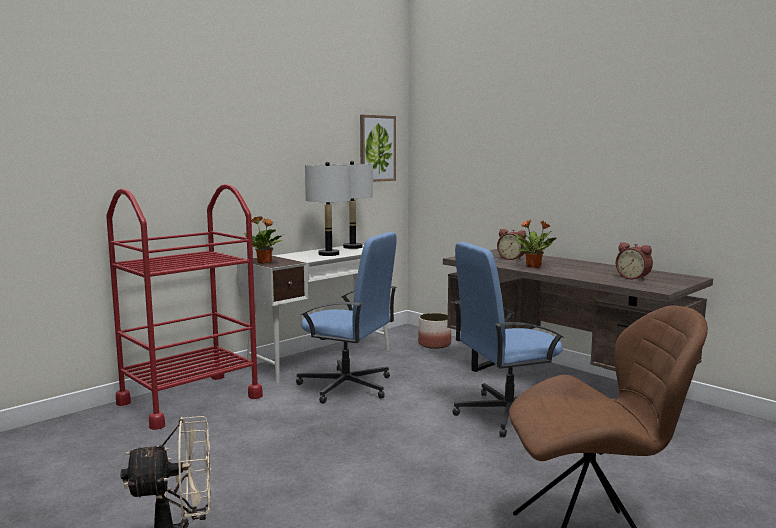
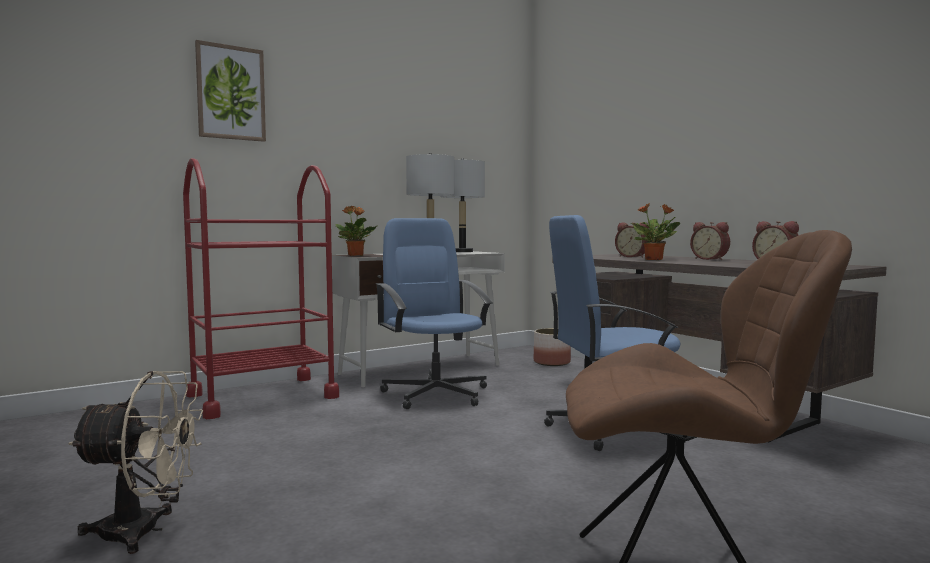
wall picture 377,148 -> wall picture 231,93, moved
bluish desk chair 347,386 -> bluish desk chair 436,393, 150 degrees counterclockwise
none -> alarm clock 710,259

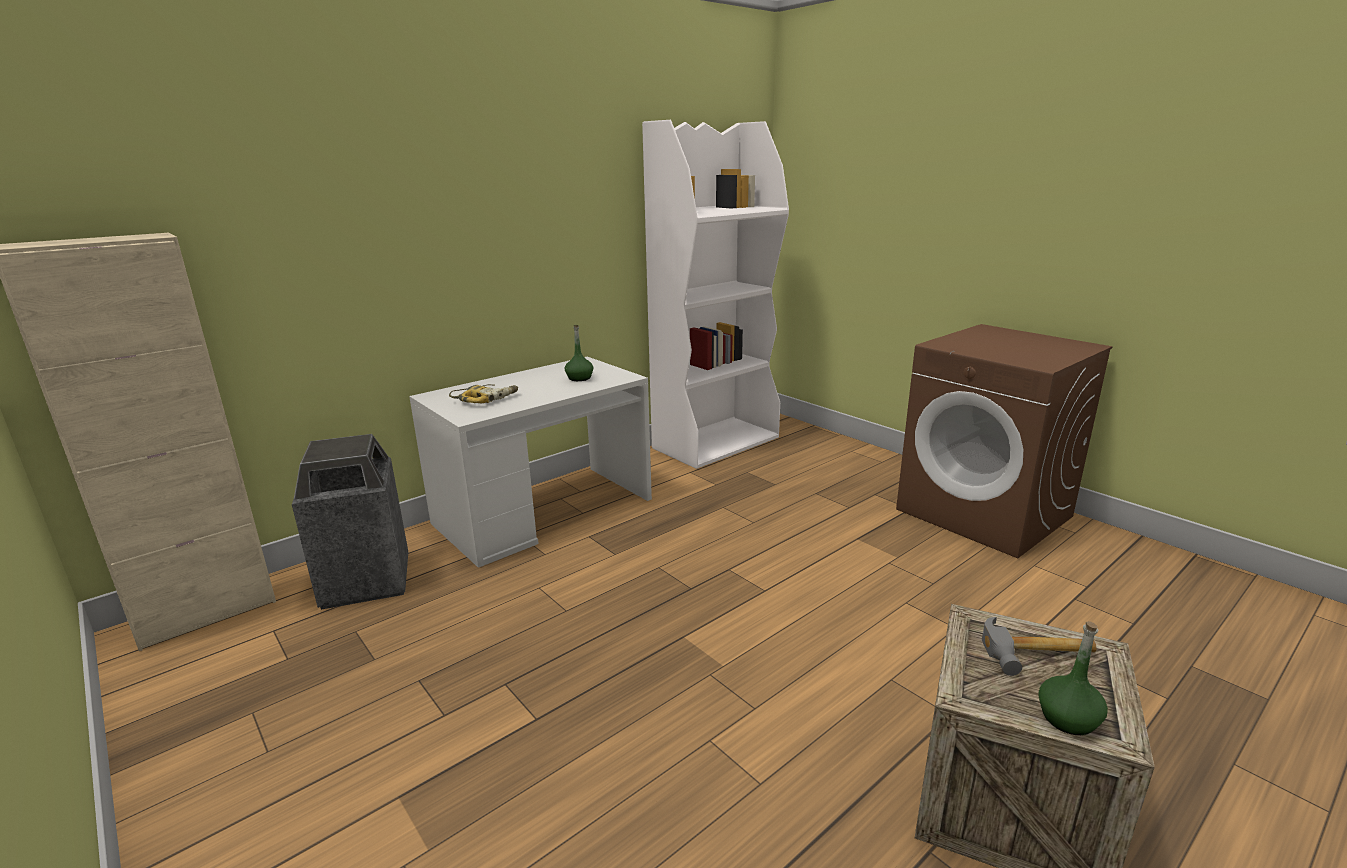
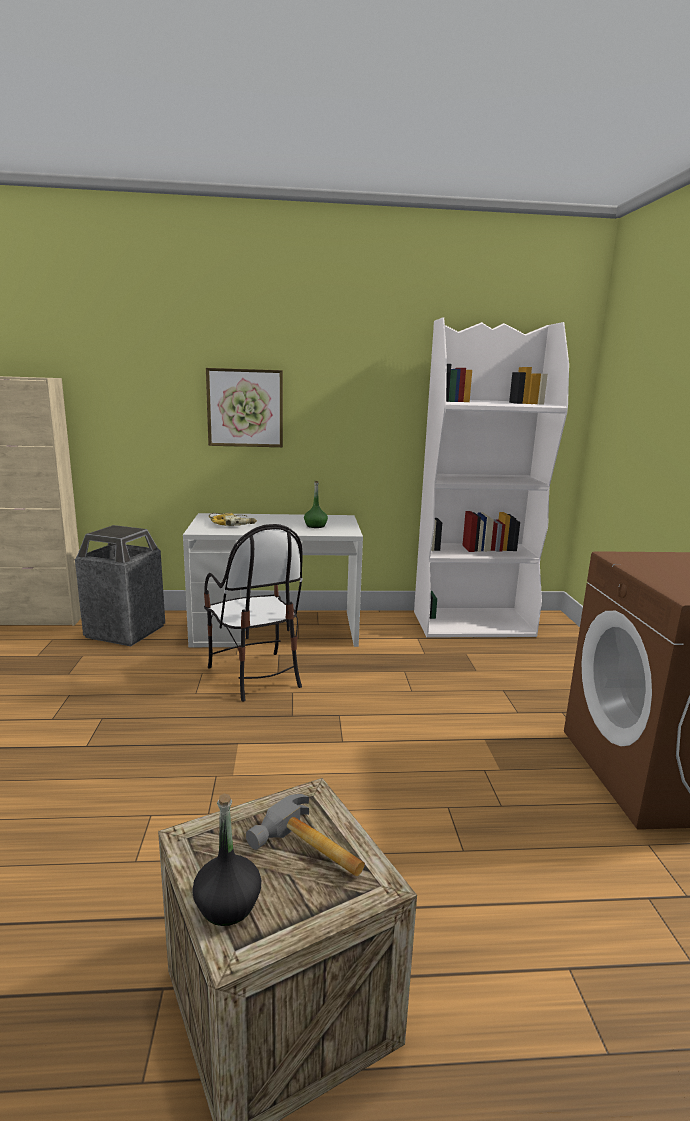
green-coloured beverage bottle 1068,718 -> black beverage bottle 228,905
none -> chair 255,675
none -> wall picture 245,408

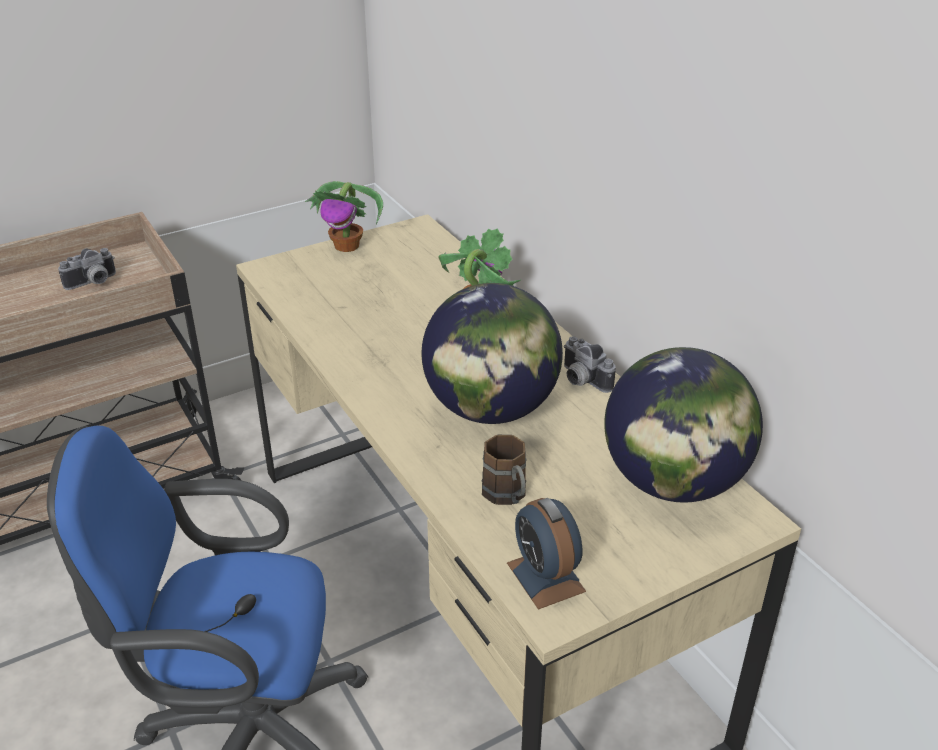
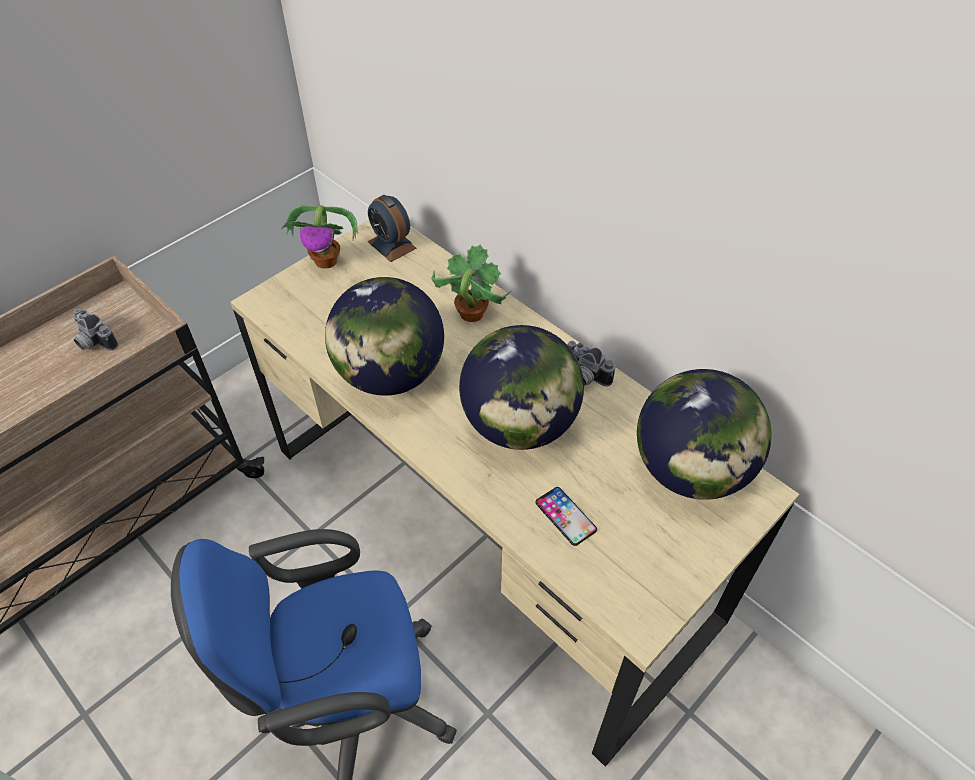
still camera 93,283 -> still camera 93,342, 90 degrees clockwise
none -> desk globe 389,375
alarm clock 545,577 -> alarm clock 391,245, moved
brown-coloured coffee mug 508,497 -> handset 565,516

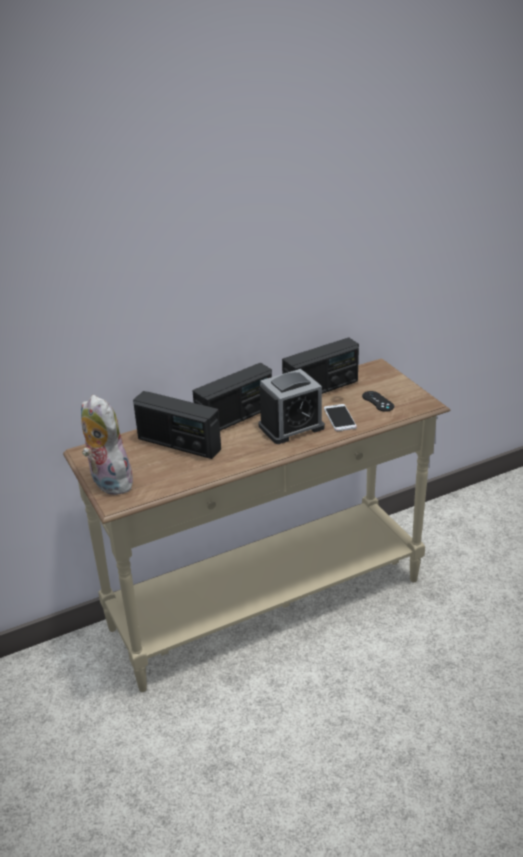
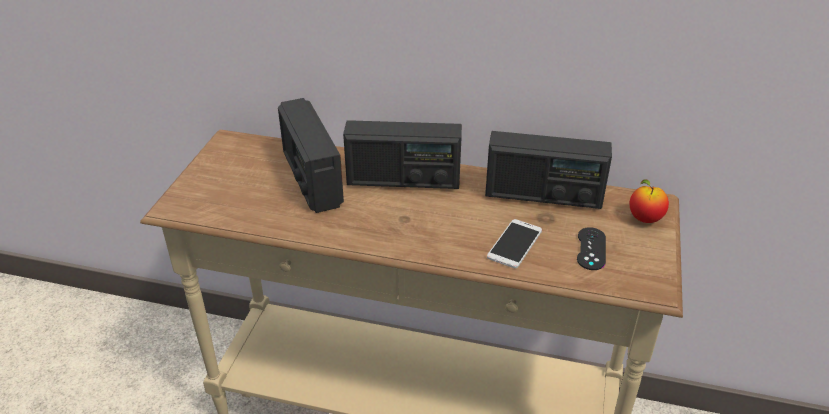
none -> apple fruit 645,219
soft toy 108,482 -> none
alarm clock 291,427 -> none

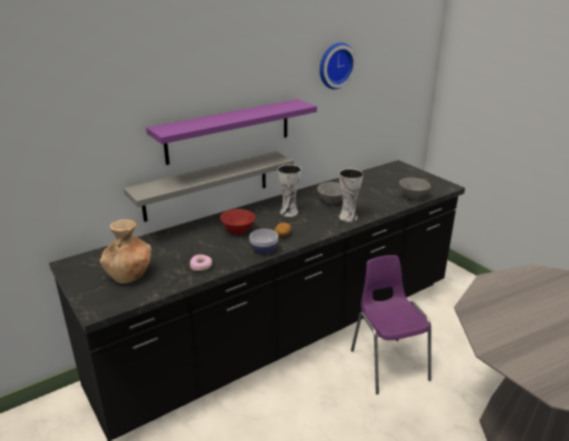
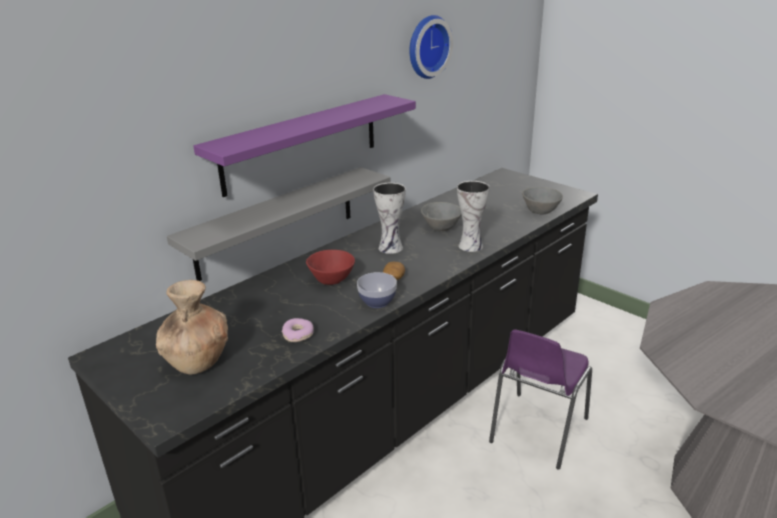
purplish chair 388,363 -> purplish chair 536,431, 120 degrees counterclockwise

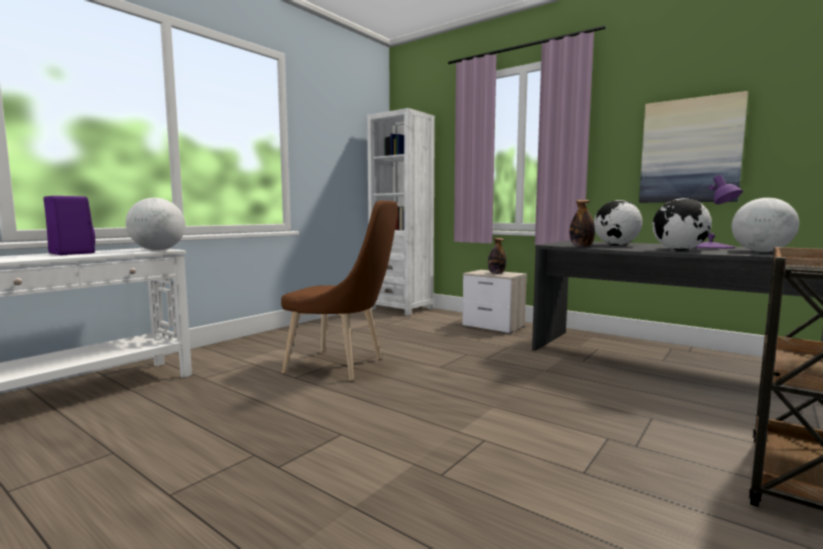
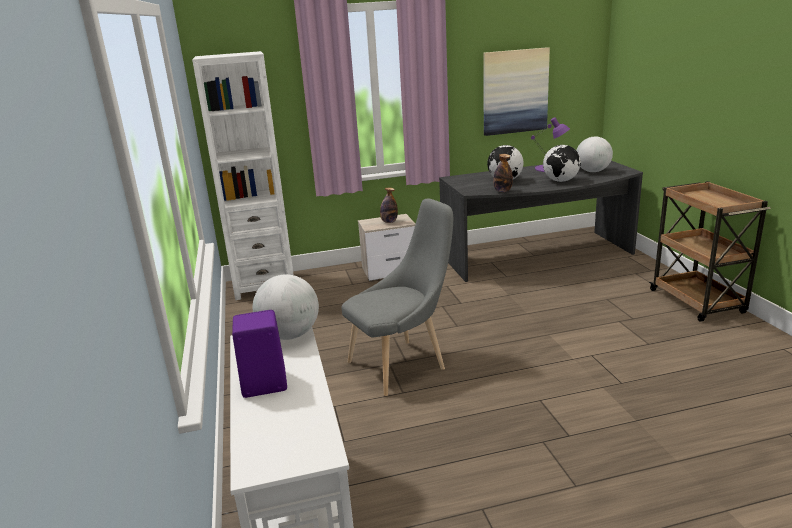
brown-coloured chair 341,366 -> grey chair 402,364

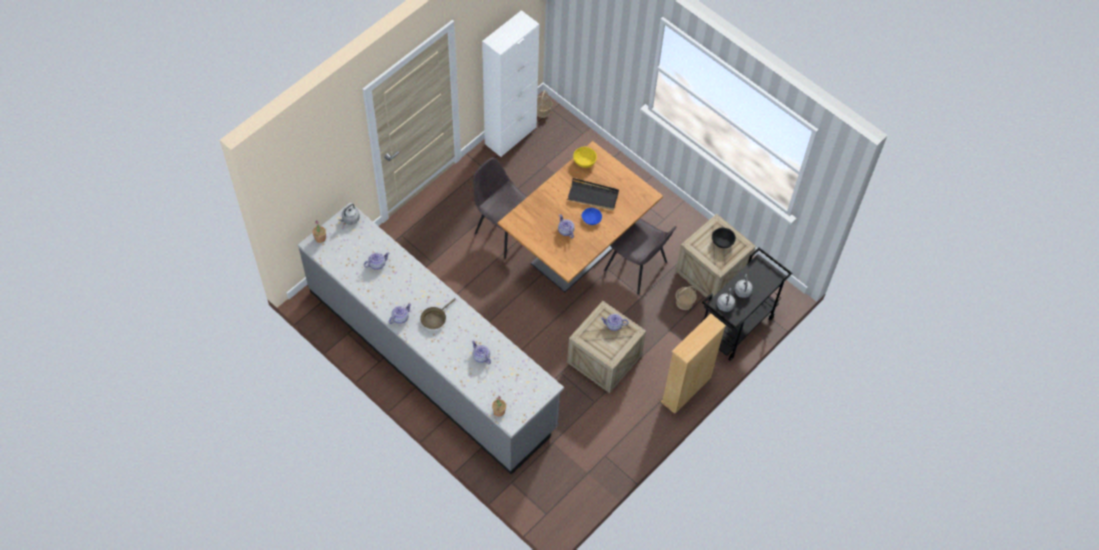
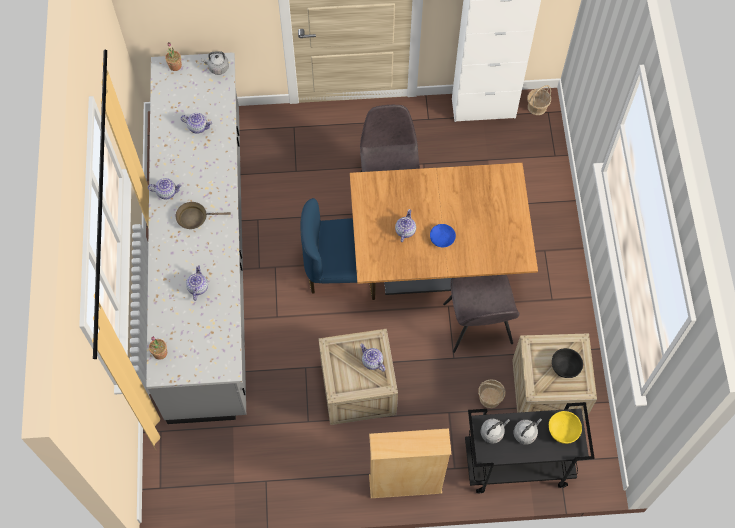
none -> bluish chair 341,272
yellow bowl 584,162 -> yellow bowl 562,431, moved
black carrying tray 593,196 -> none

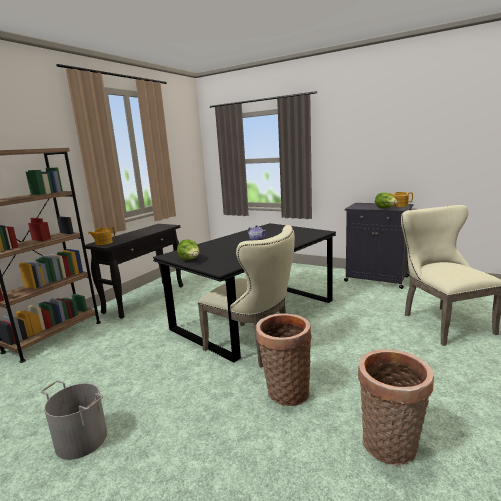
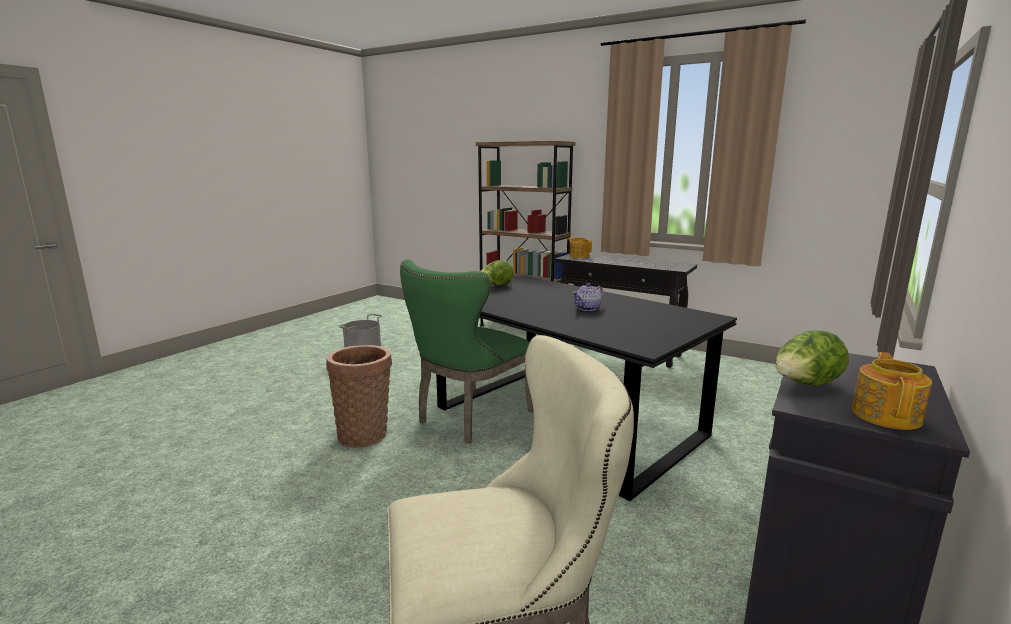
beige-coloured chair 253,346 -> green-coloured chair 469,418
basket 390,447 -> none

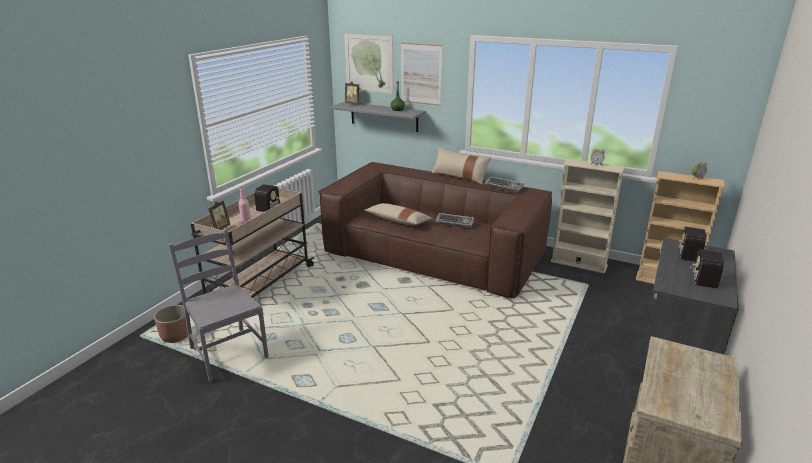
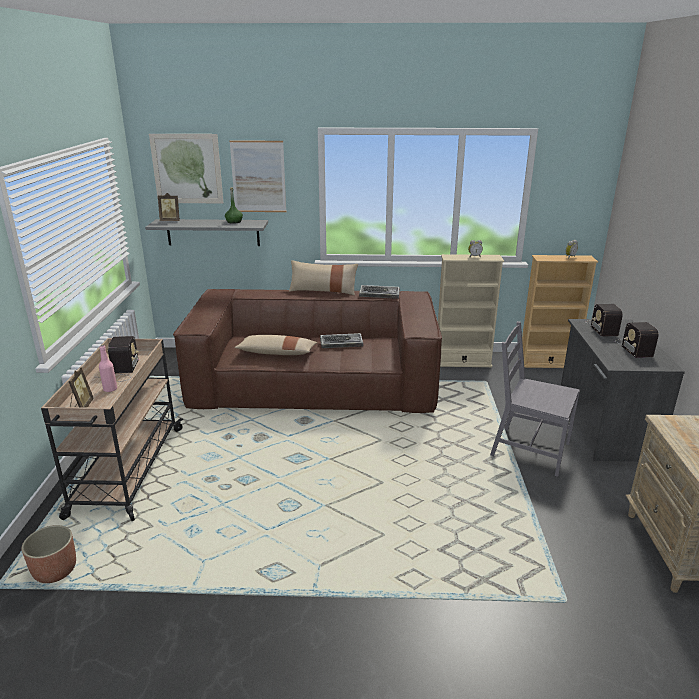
grey chair 227,353 -> grey chair 529,450, moved

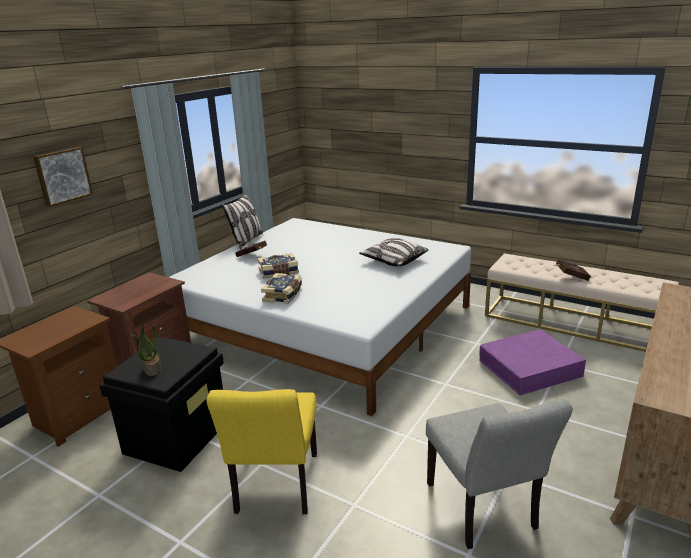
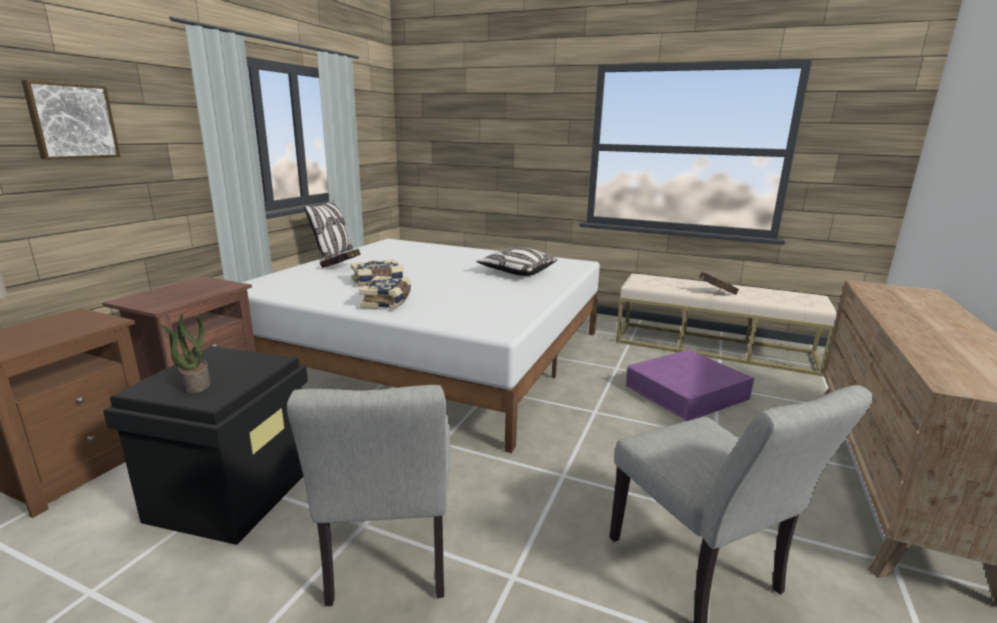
yellow chair 275,488 -> grey chair 389,560

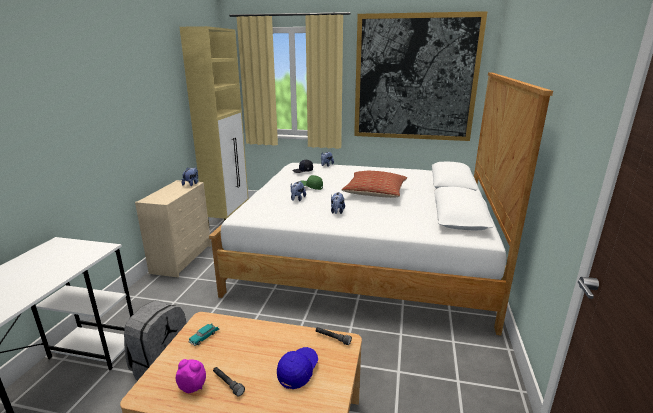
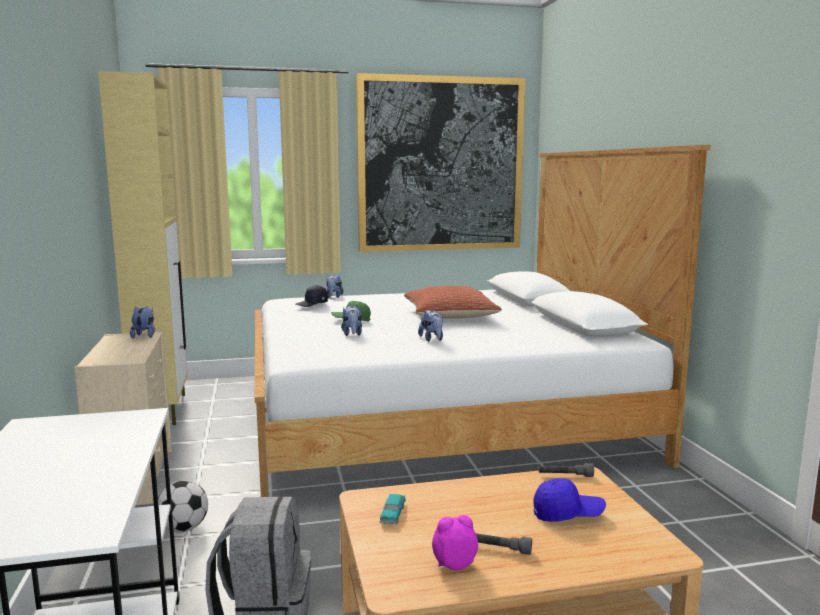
none -> football 183,528
bluish peaked cap 298,371 -> bluish peaked cap 567,514, 90 degrees clockwise

